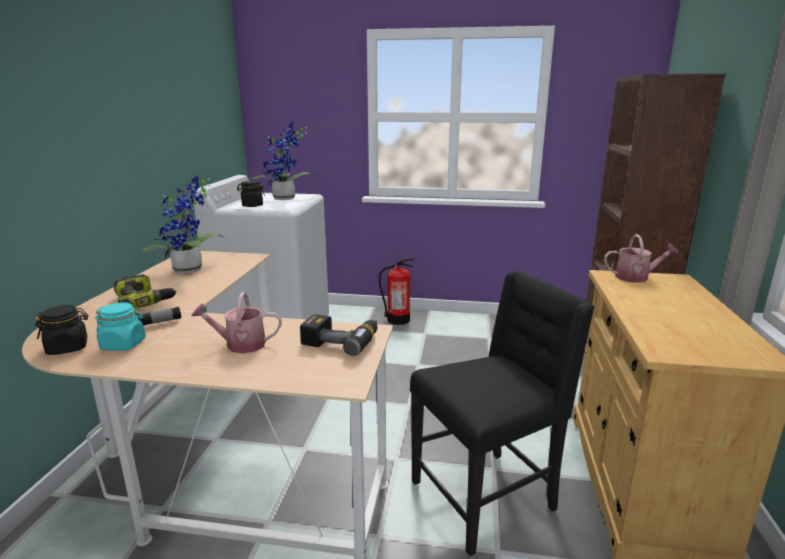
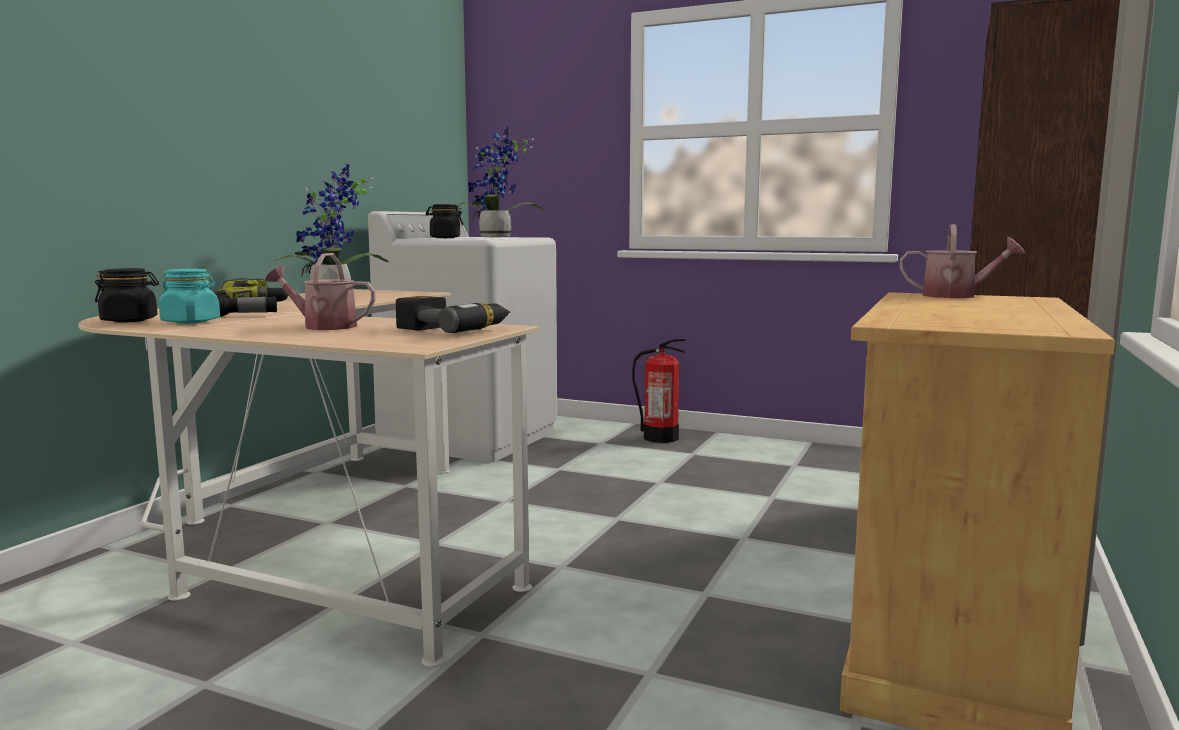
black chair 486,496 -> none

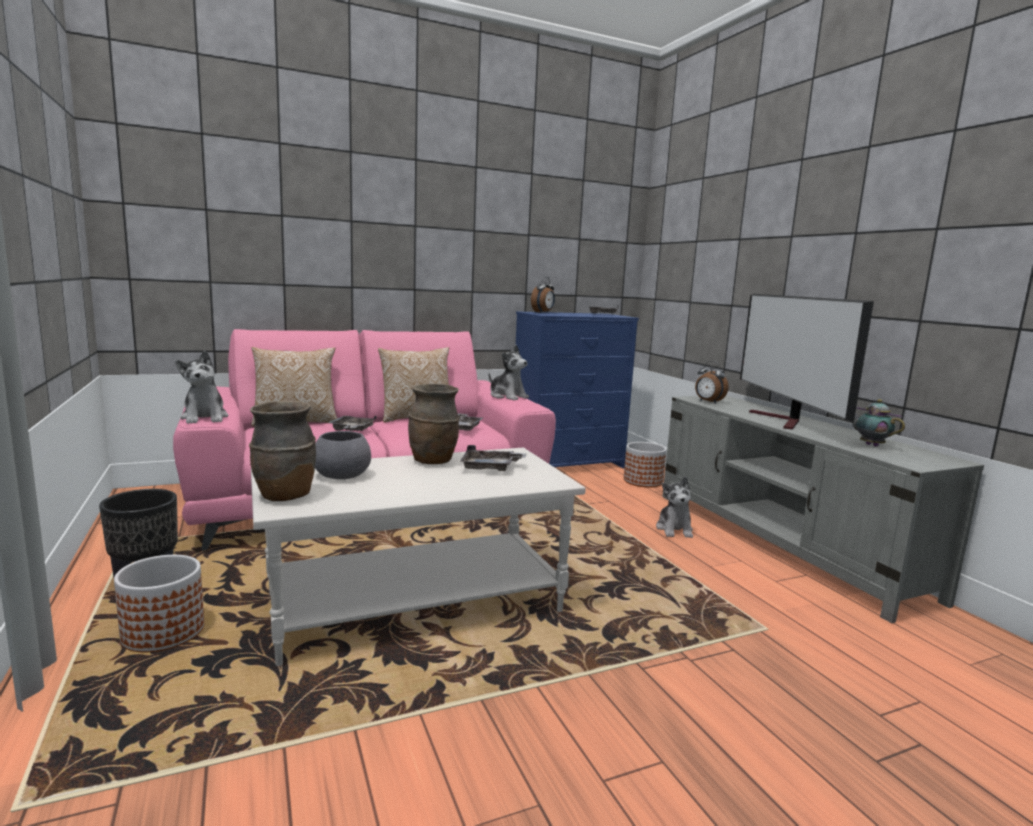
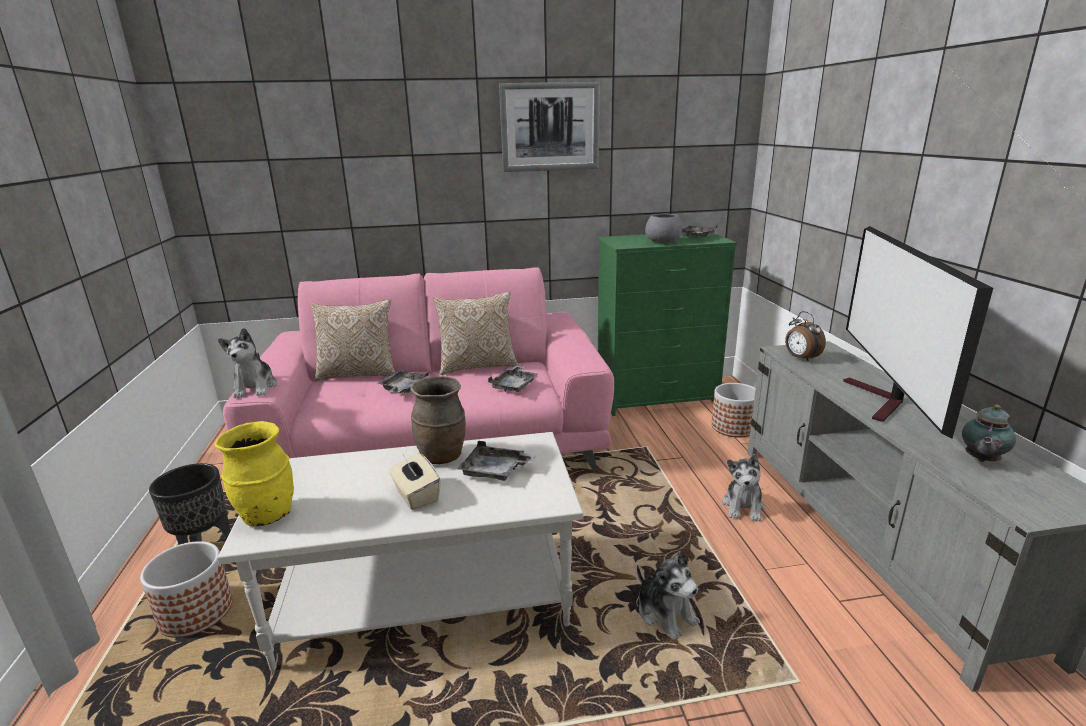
brown-coloured decorative vase 284,496 -> yellow decorative vase 266,515
none -> beige-coloured tissue box 416,495
none -> wall picture 550,127
bluish dresser 567,463 -> green-coloured dresser 657,397
soft toy 507,396 -> soft toy 665,614, moved
grey bowl 343,475 -> grey bowl 663,242, moved
pot for tea 870,445 -> pot for tea 980,460, 120 degrees counterclockwise
alarm clock 543,312 -> none

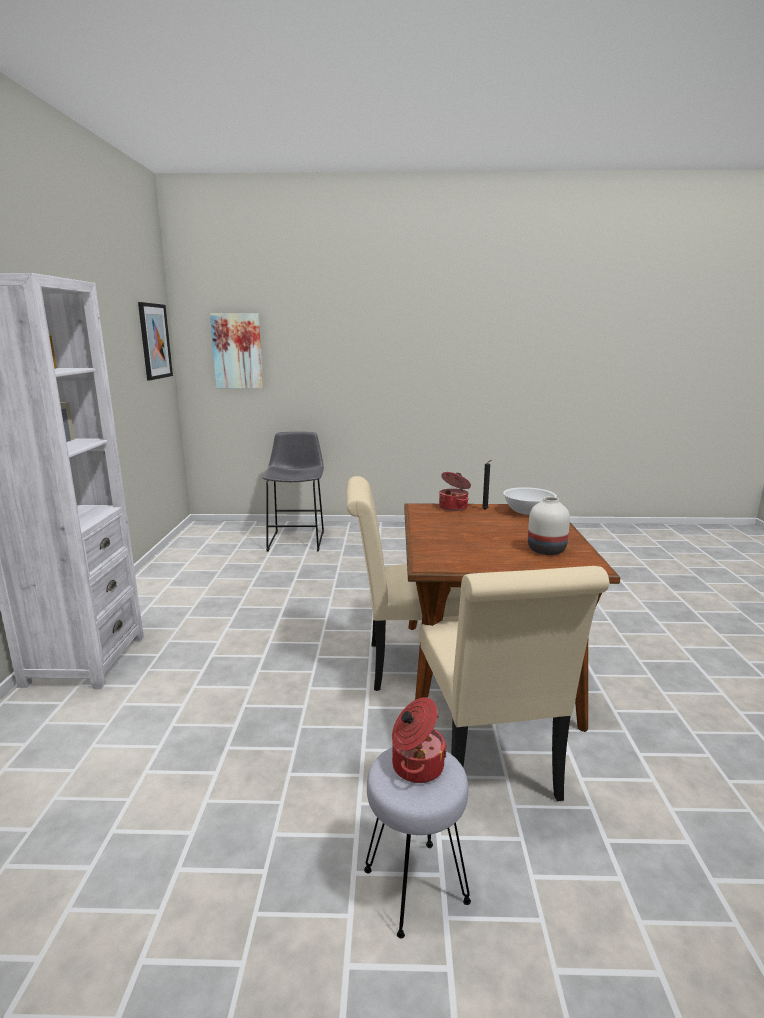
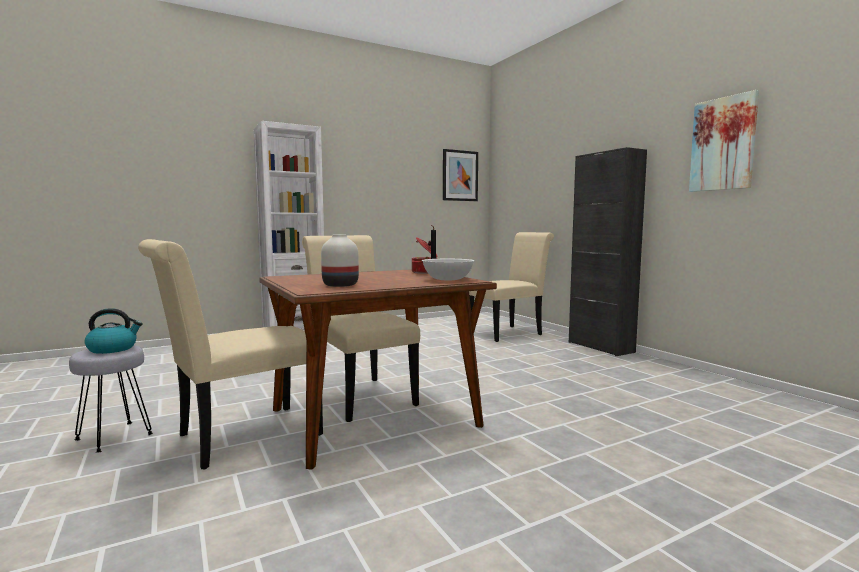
saucepot 416,765 -> tea kettle 113,349
grey stool 297,540 -> beige-coloured chair 509,333
none -> black cupboard 600,347
wall picture 237,351 -> wall picture 723,144, moved

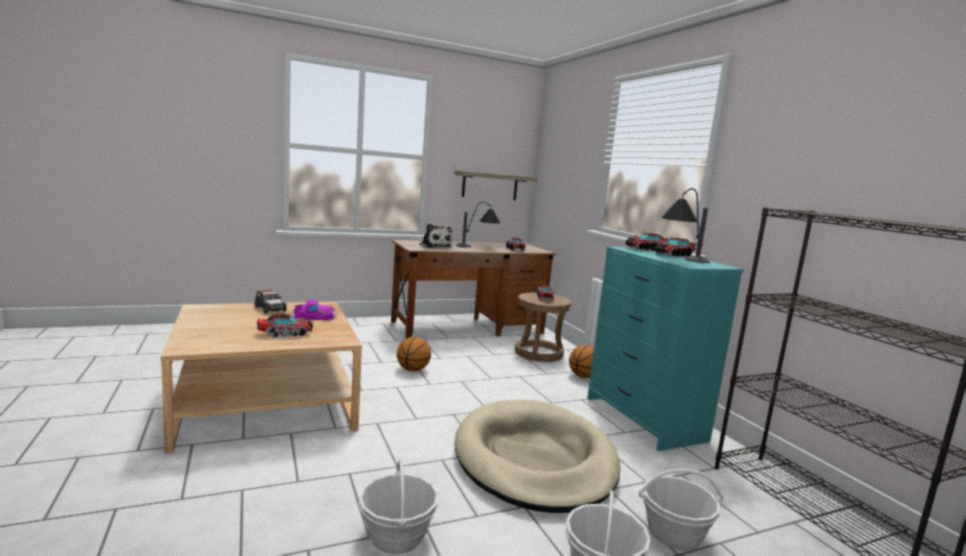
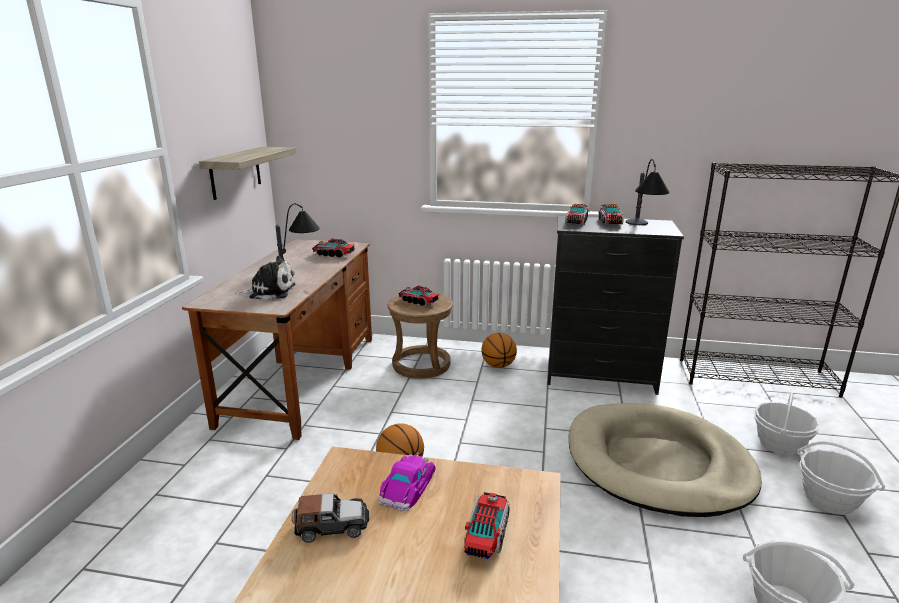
turquoise dresser 643,419 -> black dresser 600,375

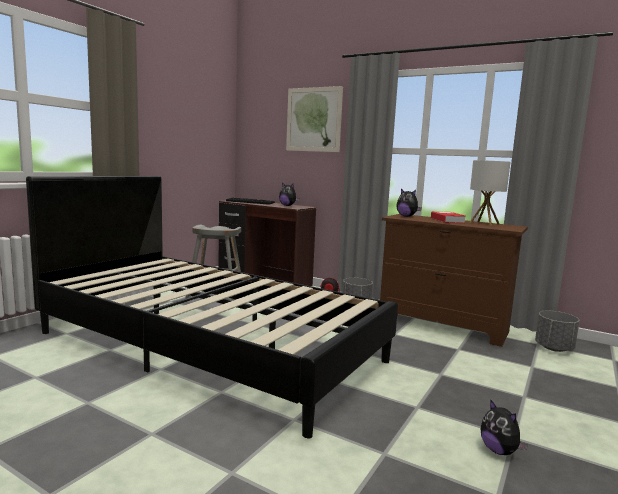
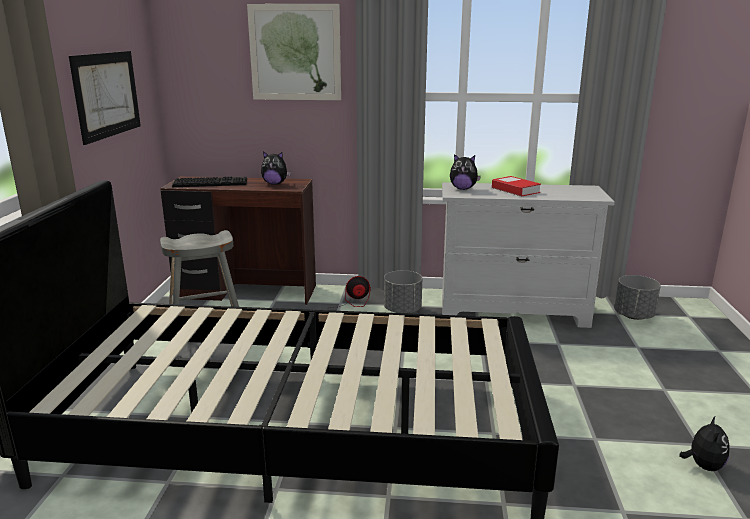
none -> wall picture 107,94
brown-coloured dresser 443,325 -> white-coloured dresser 513,312
soft toy 499,451 -> soft toy 703,466, 105 degrees counterclockwise
lamp for a table 484,223 -> none

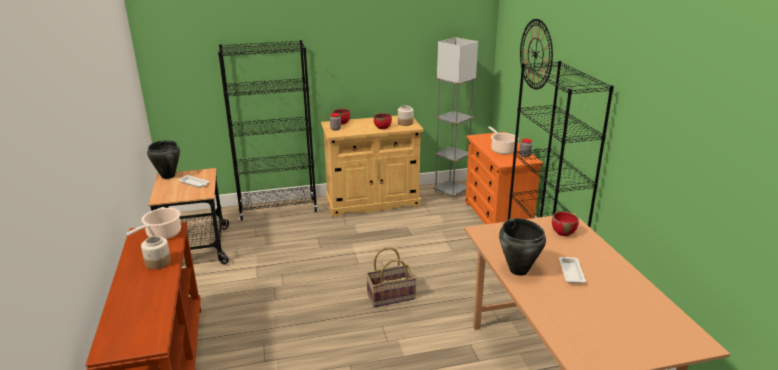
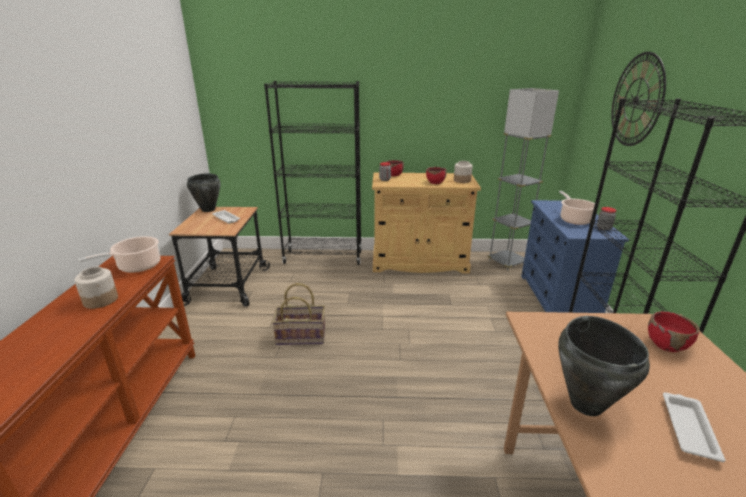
basket 391,296 -> basket 301,336, moved
orangey dresser 497,217 -> bluish dresser 557,298

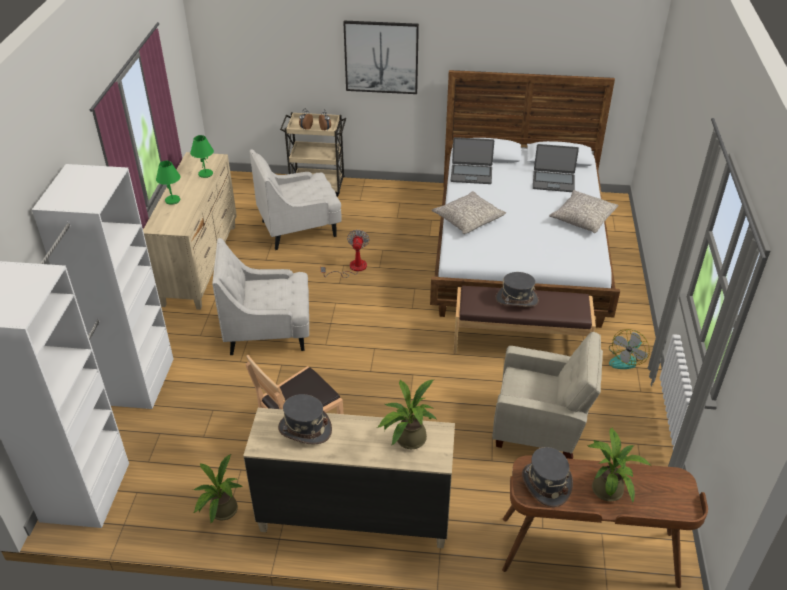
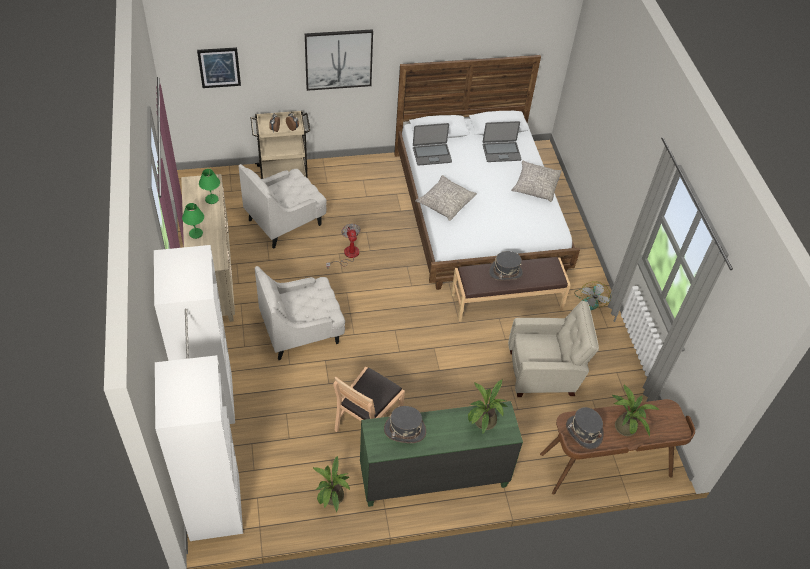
none -> wall picture 219,67
beige-coloured dresser 354,516 -> green-coloured dresser 433,477

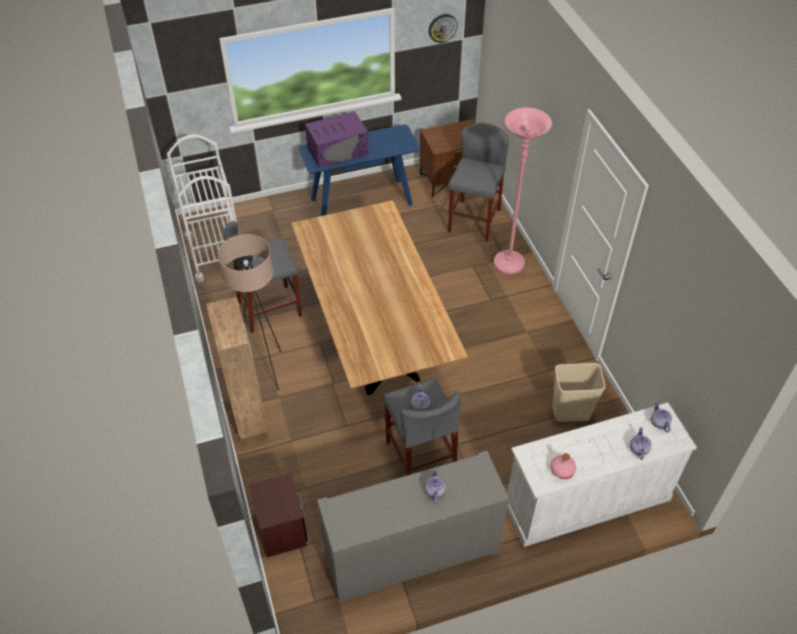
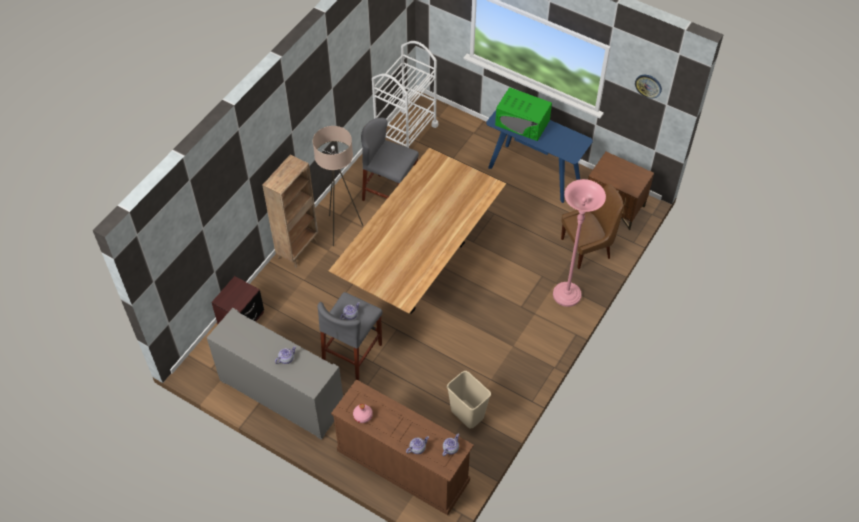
white-coloured dresser 585,501 -> brown-coloured dresser 402,465
purplish microwave 338,151 -> green-coloured microwave 522,123
grey stool 474,220 -> brown-coloured chair 587,248

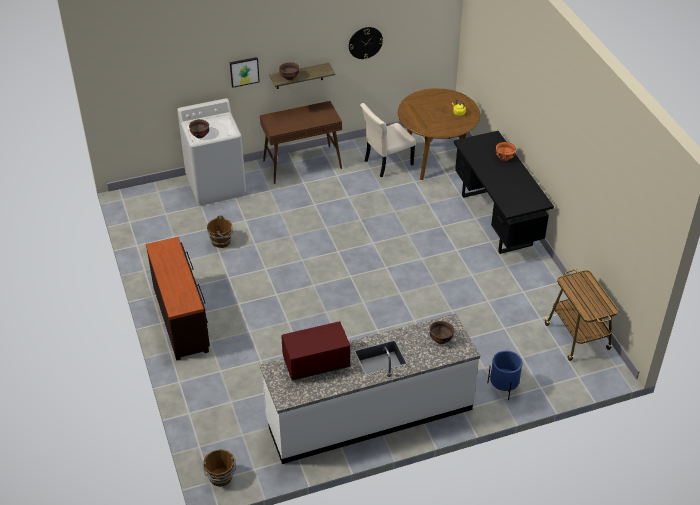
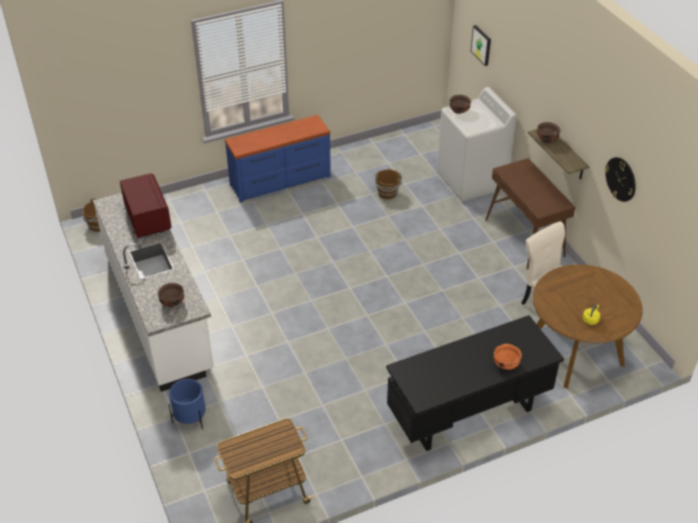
brown-coloured dresser 181,318 -> bluish dresser 281,181
wall picture 244,71 -> wall picture 481,45, moved

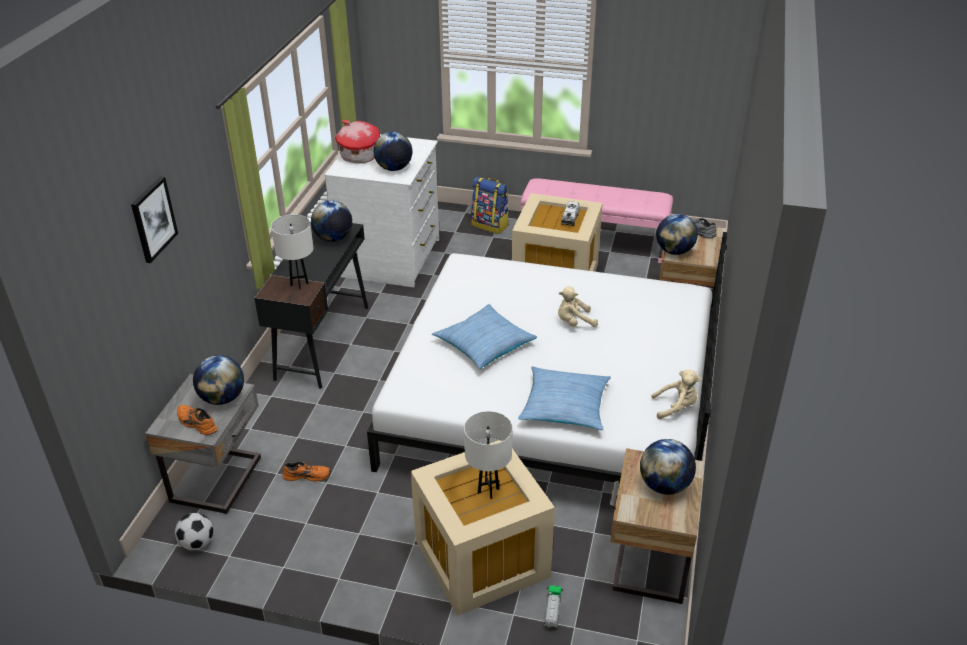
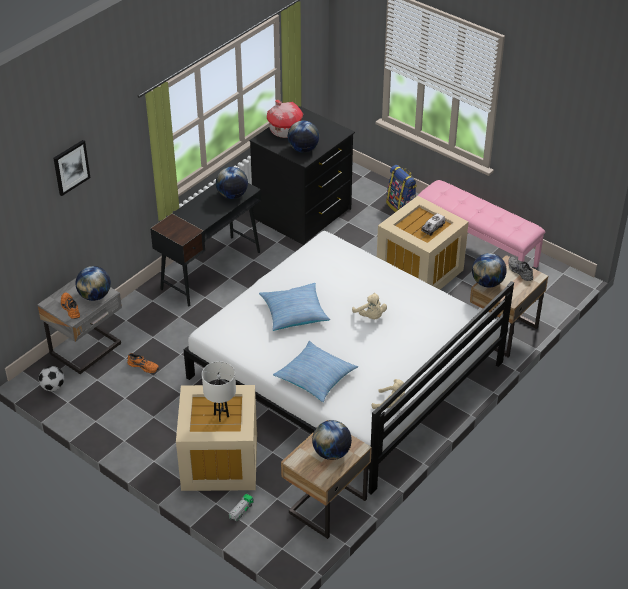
white-coloured dresser 391,258 -> black dresser 303,214
beige-coloured soft toy 574,322 -> beige-coloured soft toy 370,316, 135 degrees counterclockwise
white-coloured lamp for a table 299,284 -> none

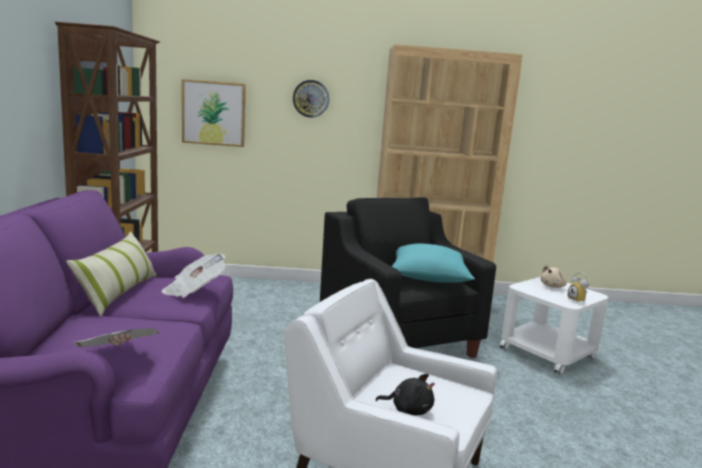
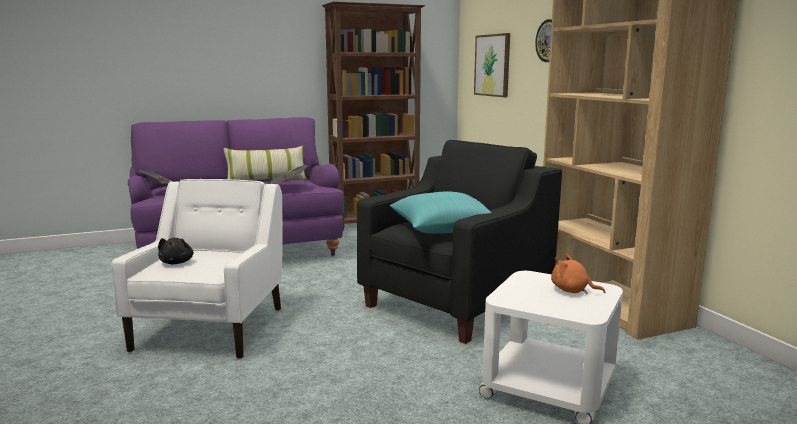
beige-coloured soft toy 553,286 -> orangey soft toy 572,291
alarm clock 578,301 -> none

